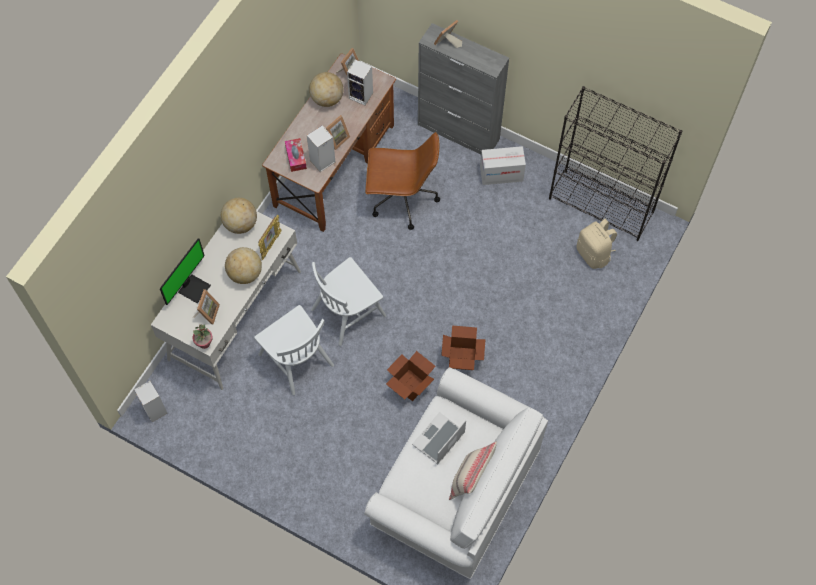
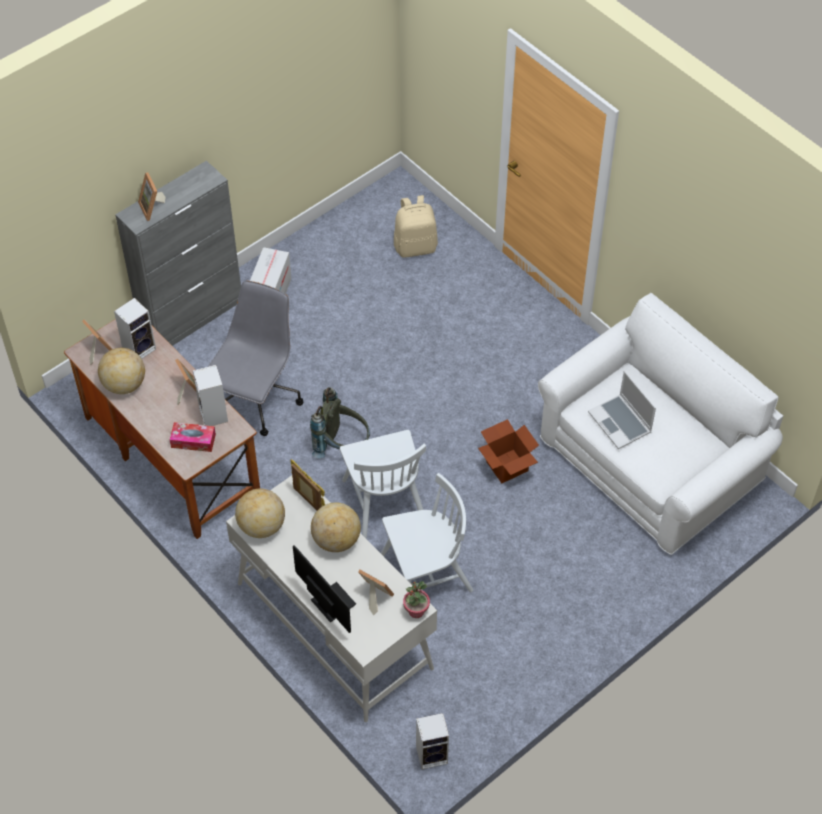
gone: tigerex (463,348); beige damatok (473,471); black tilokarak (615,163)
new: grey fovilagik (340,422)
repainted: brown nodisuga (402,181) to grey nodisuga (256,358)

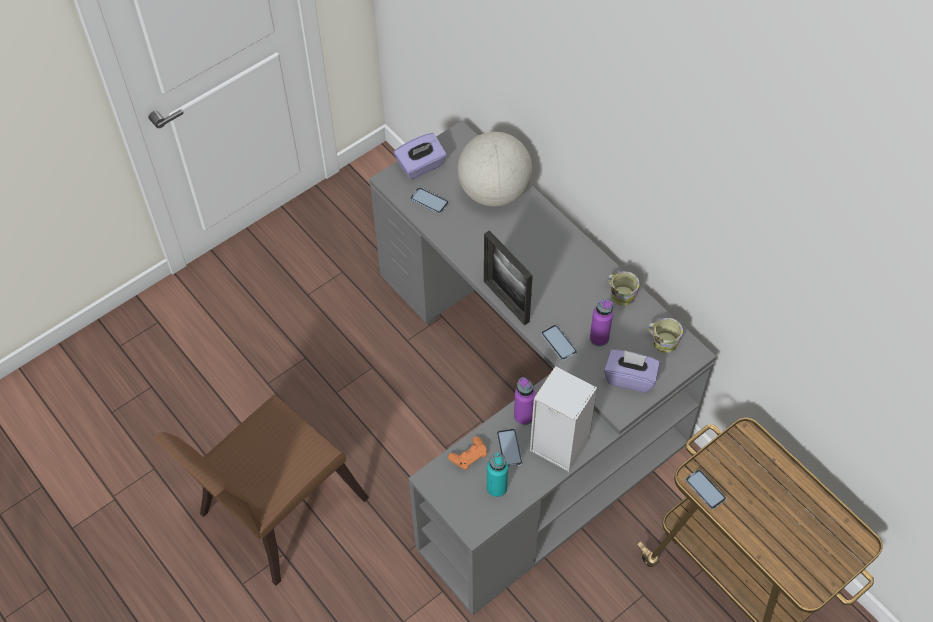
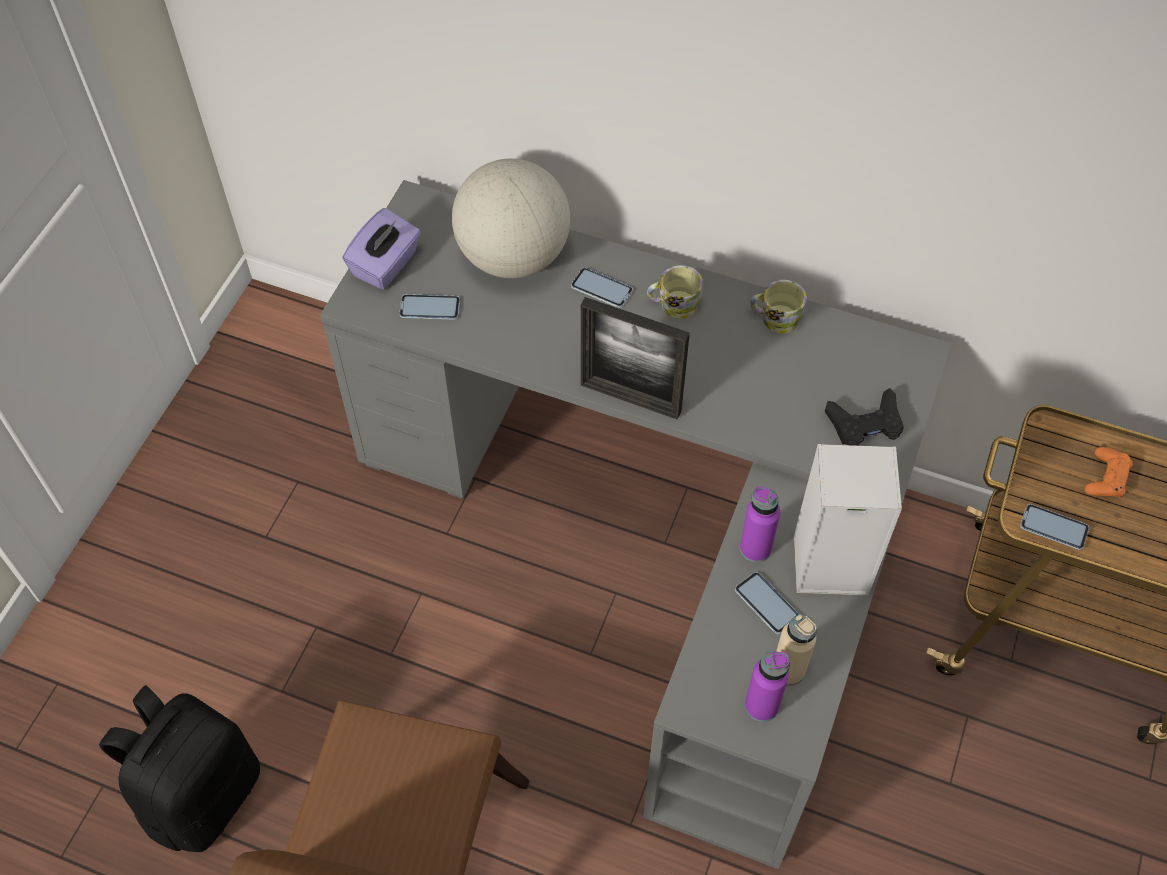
new: black fovilagik (179,768)
shifted: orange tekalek (467,453) to (1109,472); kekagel (559,343) to (602,288); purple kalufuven (601,323) to (767,686); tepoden (665,335) to (675,292)
swapped: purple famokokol (632,371) to black tekalek (864,417)
repainted: turquoise kalufuven (497,475) to beige kalufuven (796,650)

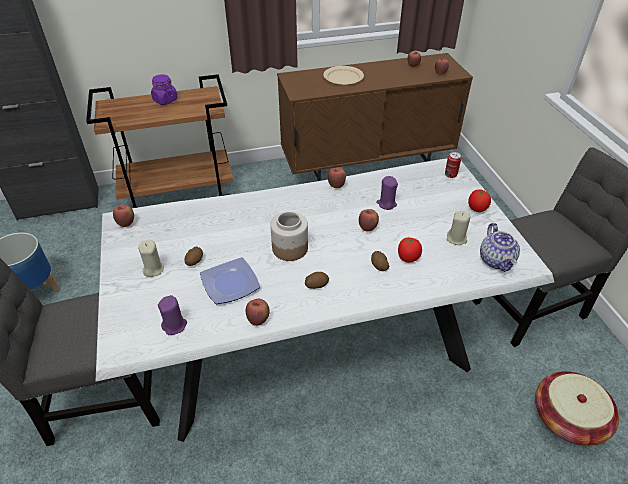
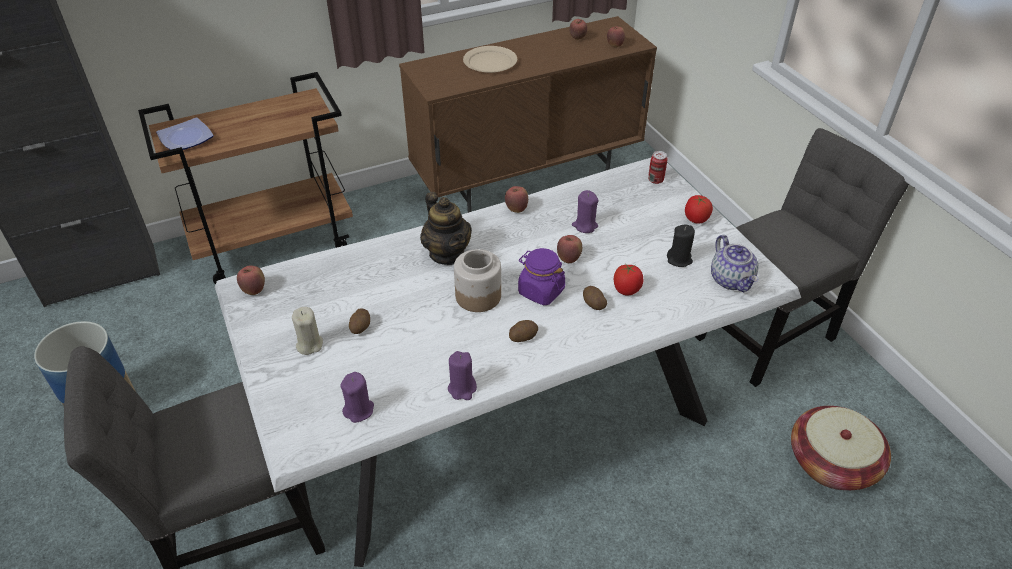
new: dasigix (446,228)
shifted: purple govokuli (164,89) to (541,277); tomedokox (230,280) to (185,134)
swapped: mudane (258,312) to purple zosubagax (462,375)
repainted: beige zosubagax (458,228) to black zosubagax (681,245)

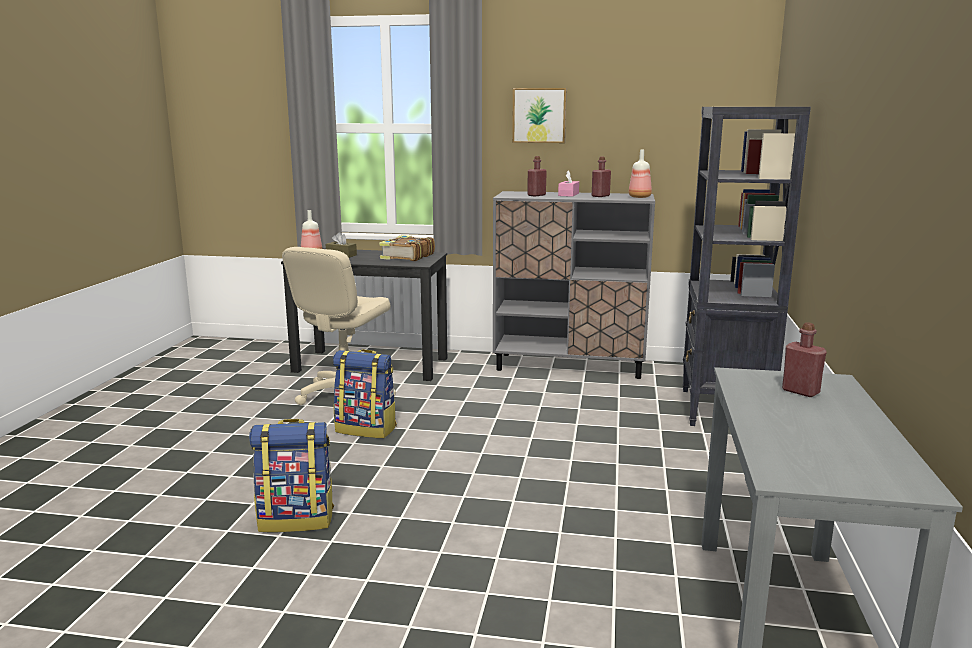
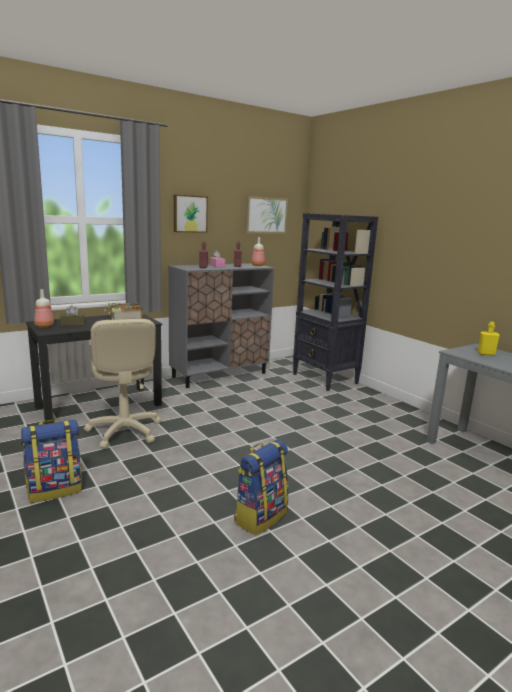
new: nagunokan (266,215)
shifted: fovilagik (365,393) to (51,461)
repainted: red kalufuven (804,359) to yellow kalufuven (489,339)

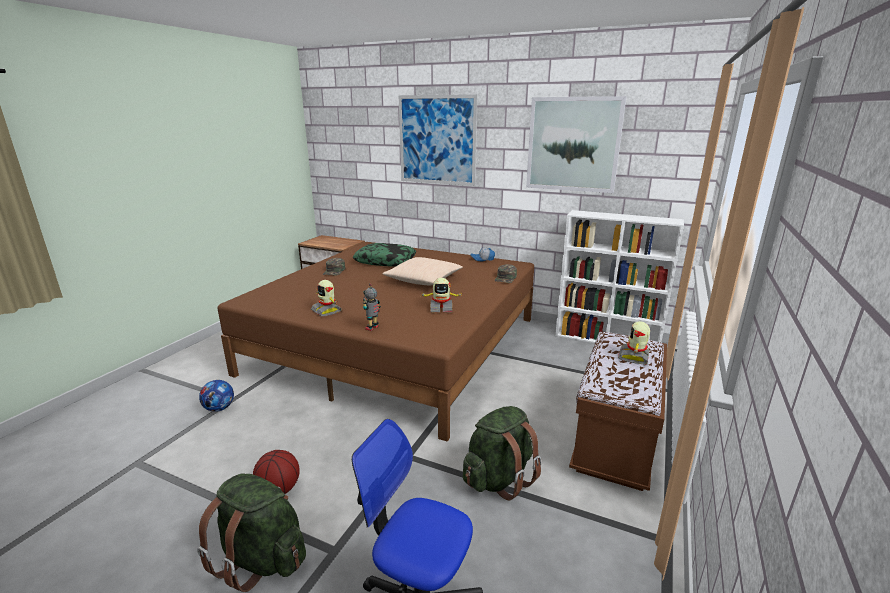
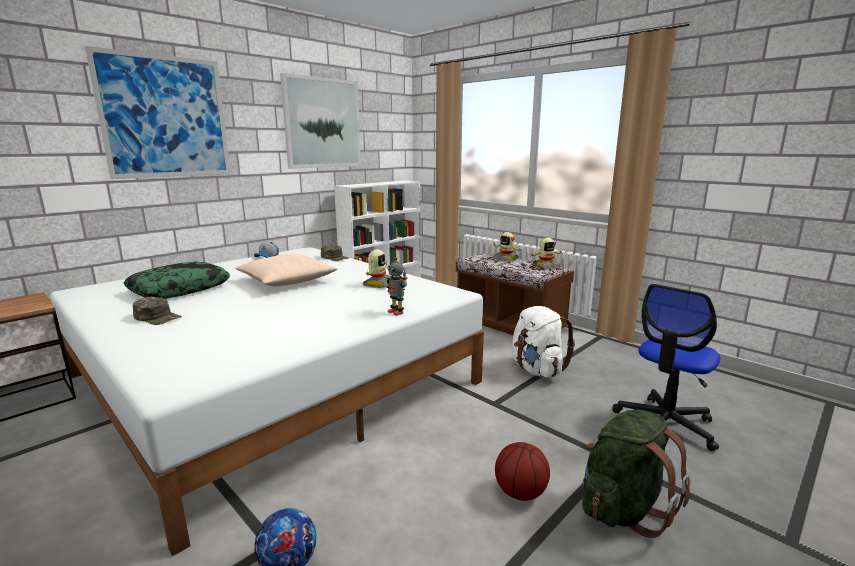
shifted: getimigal (326,298) to (547,253)
repainted: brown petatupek (376,342) to white petatupek (267,401); green fovilagik (502,453) to white fovilagik (543,342)

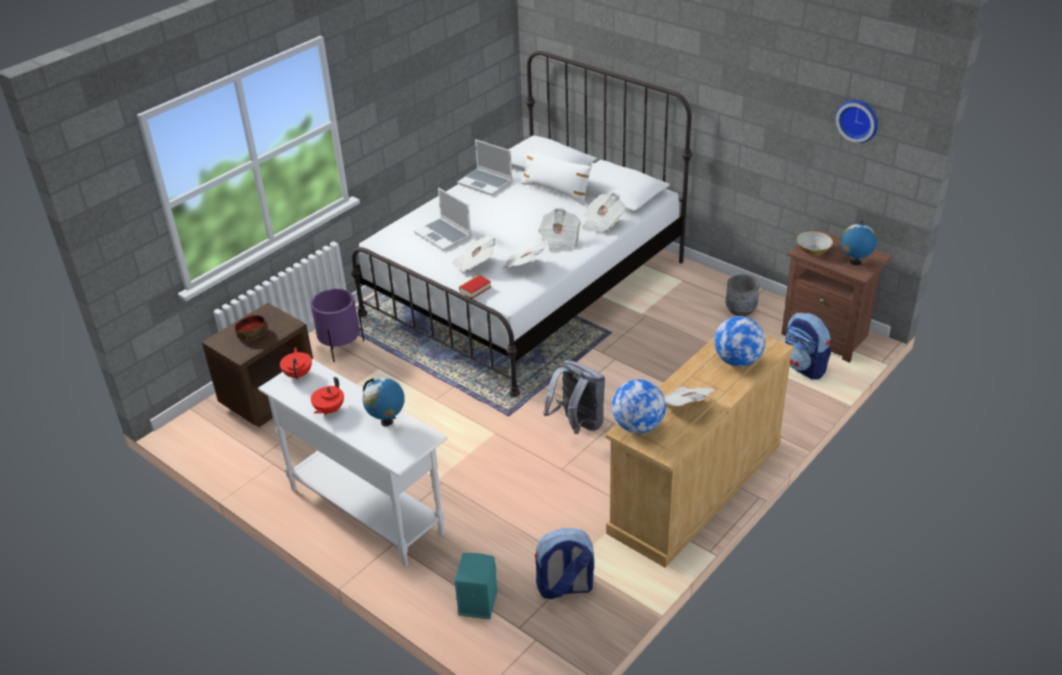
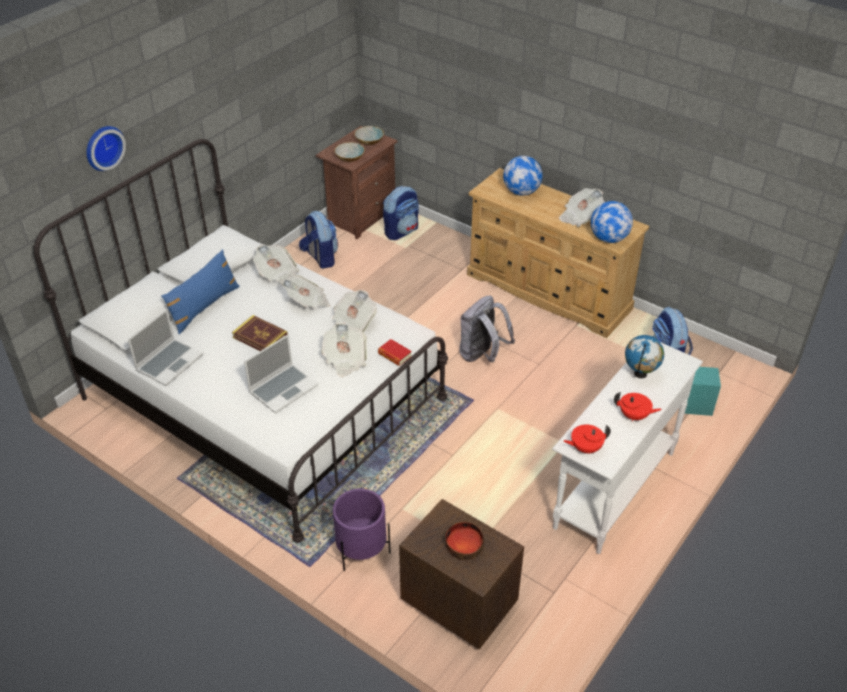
new: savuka (260,333)
shifted: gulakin (857,121) to (106,148)
swapped: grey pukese (743,296) to fovilagik (318,239); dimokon (859,243) to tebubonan (369,135)
repainted: white damatok (556,176) to blue damatok (200,291)

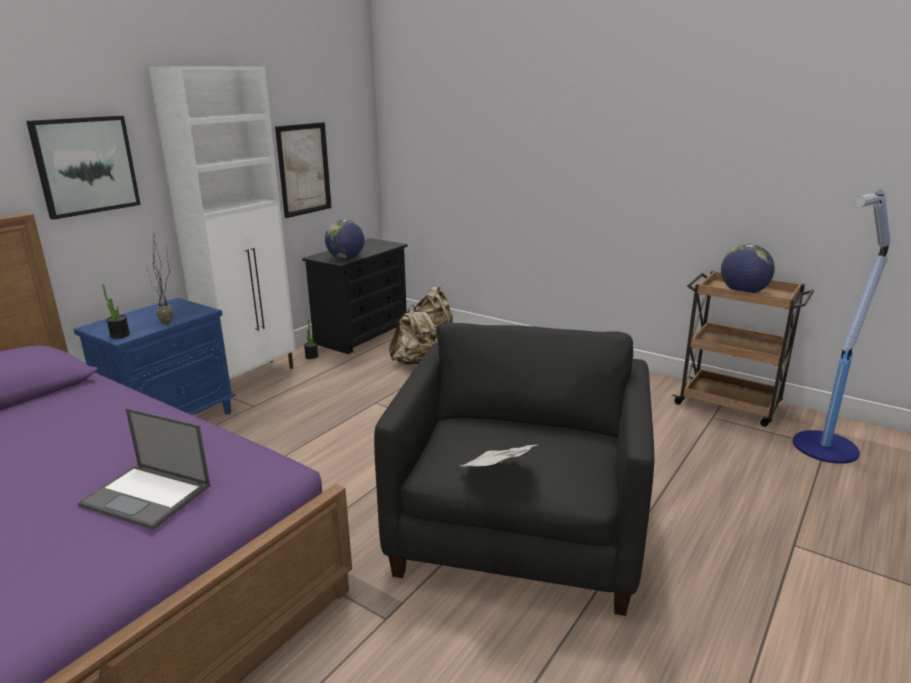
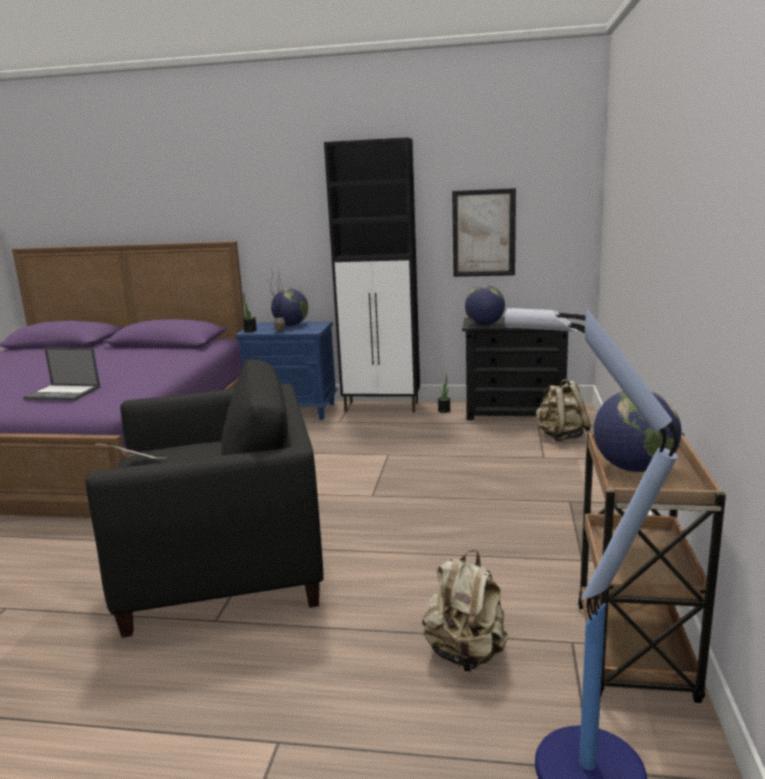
gone: nagunokan (83,168)
new: dimokon (289,307)
shifted: beige fovilagik (413,335) to (465,611)
repainted: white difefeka (222,222) to black difefeka (372,275)
rotated: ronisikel (144,469) = (61,374) 75 degrees counterclockwise

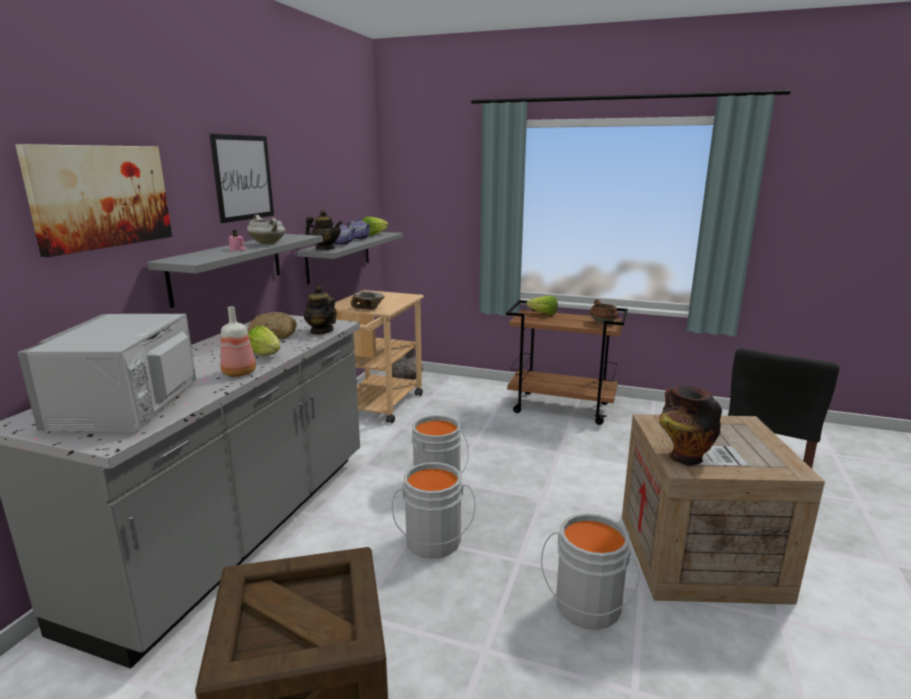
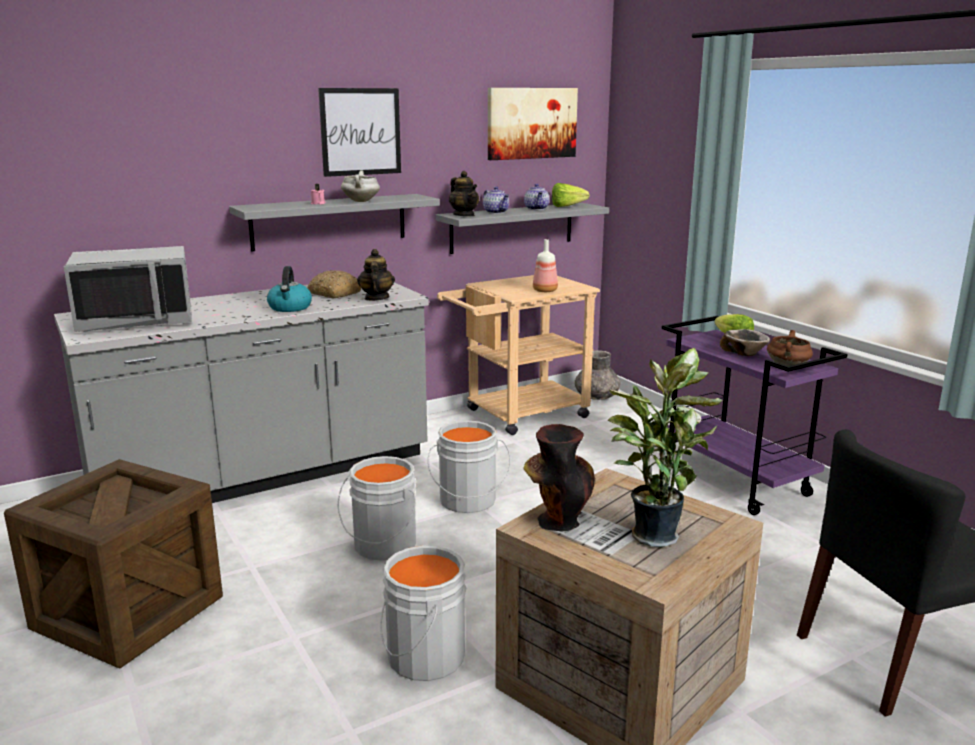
new: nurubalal (665,447)
shifted: nagunokan (93,200) to (533,124); kalufuven (238,341) to (545,265); tebubonan (368,300) to (745,342)
swapped: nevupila (264,341) to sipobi (289,289)
repainted: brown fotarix (567,362) to purple fotarix (755,415)
rotated: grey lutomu (106,372) = (128,289) 150 degrees counterclockwise

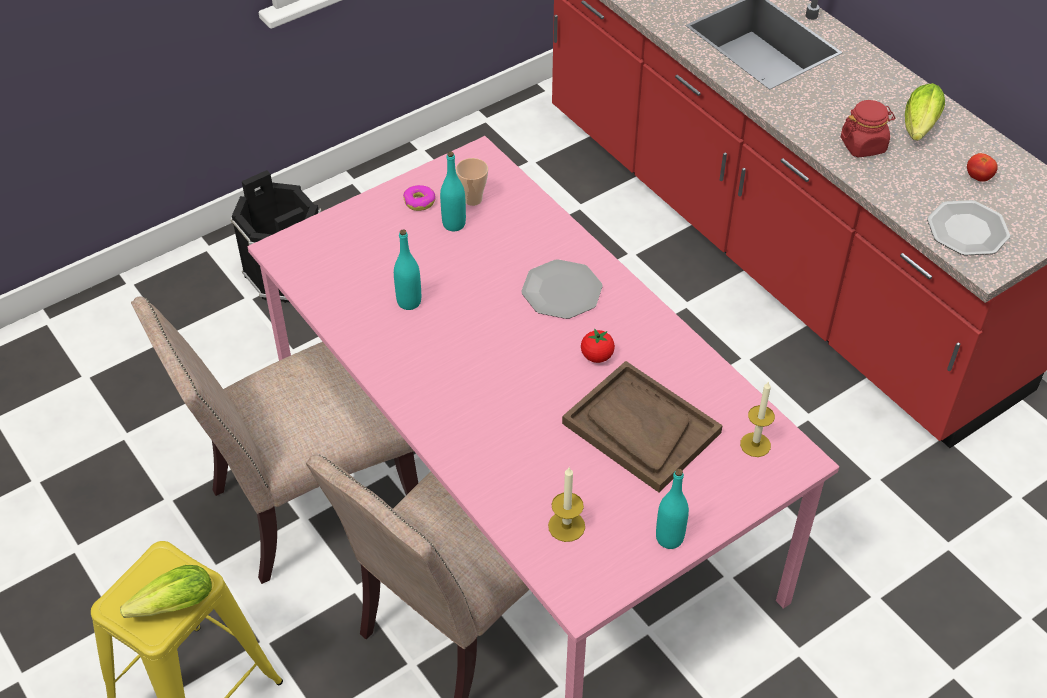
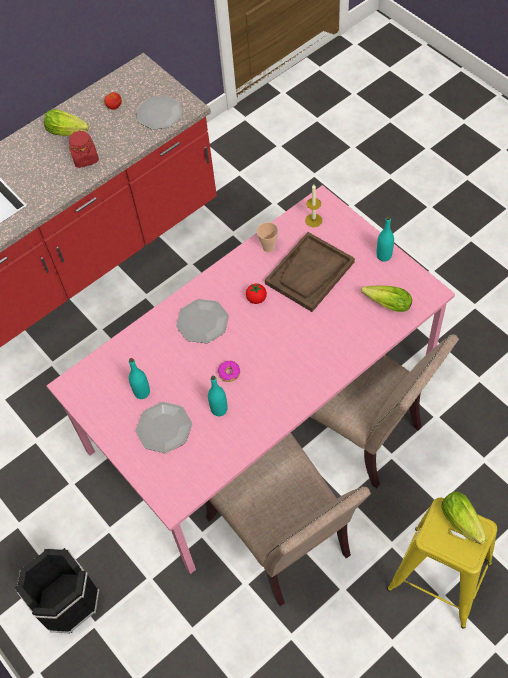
new: tomedokox (164,427)
shifted: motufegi (419,198) to (229,371); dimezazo (472,182) to (267,237)
swapped: zosubagax (566,504) to nevupila (386,298)

